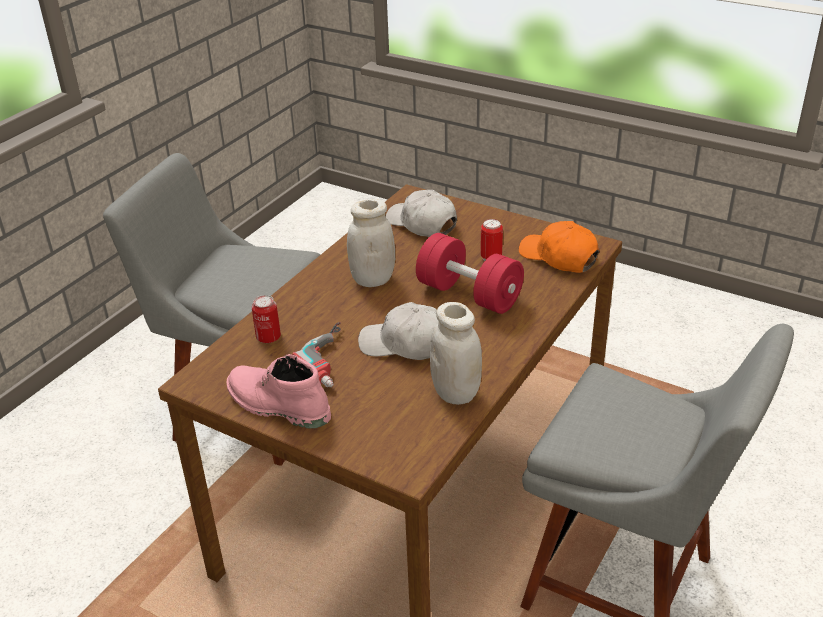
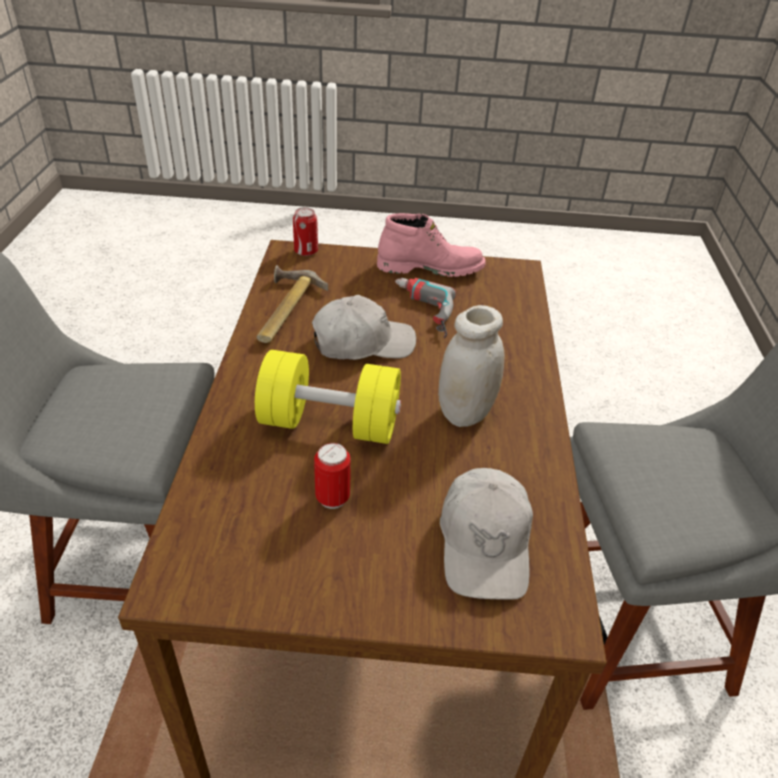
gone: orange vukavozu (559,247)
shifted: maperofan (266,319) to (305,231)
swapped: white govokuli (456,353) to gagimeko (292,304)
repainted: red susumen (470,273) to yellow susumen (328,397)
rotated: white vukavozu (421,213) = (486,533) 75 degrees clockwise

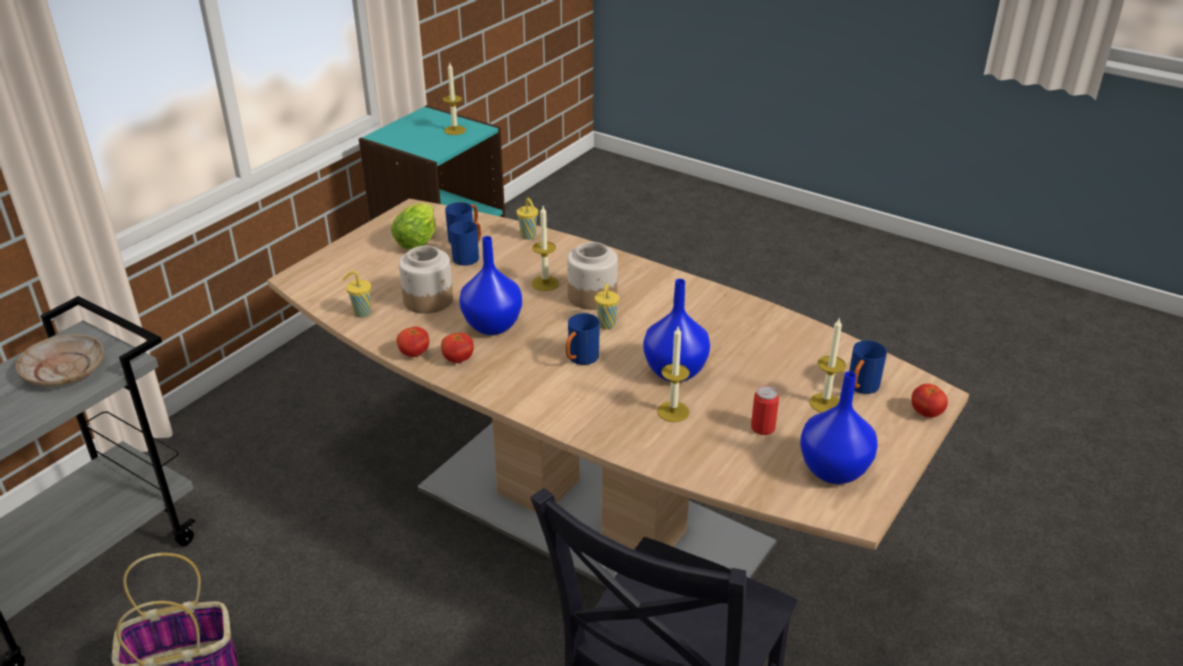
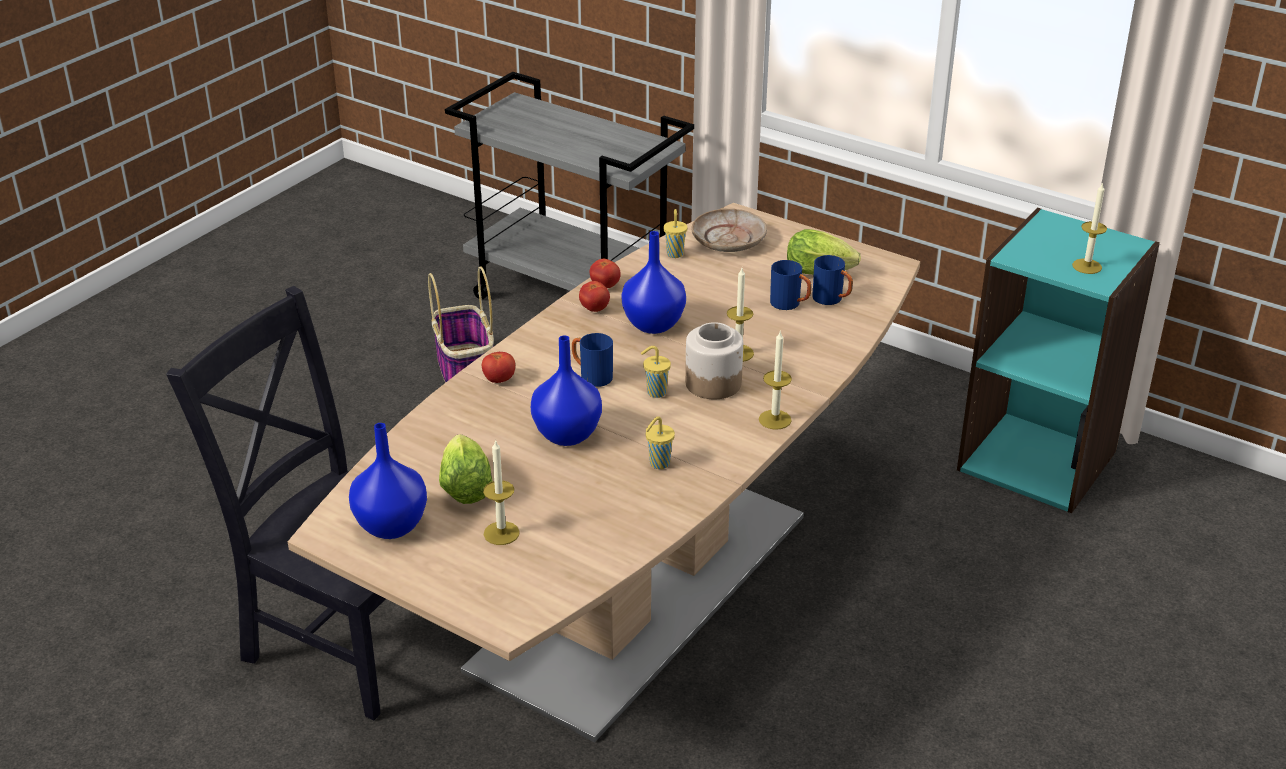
gone: govokuli (426,280); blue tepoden (868,367)
shifted: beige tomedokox (60,360) to (729,230); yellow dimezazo (527,219) to (660,442); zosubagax (673,374) to (775,381); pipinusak (929,401) to (498,367)
swapped: maperofan (765,410) to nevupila (466,469)

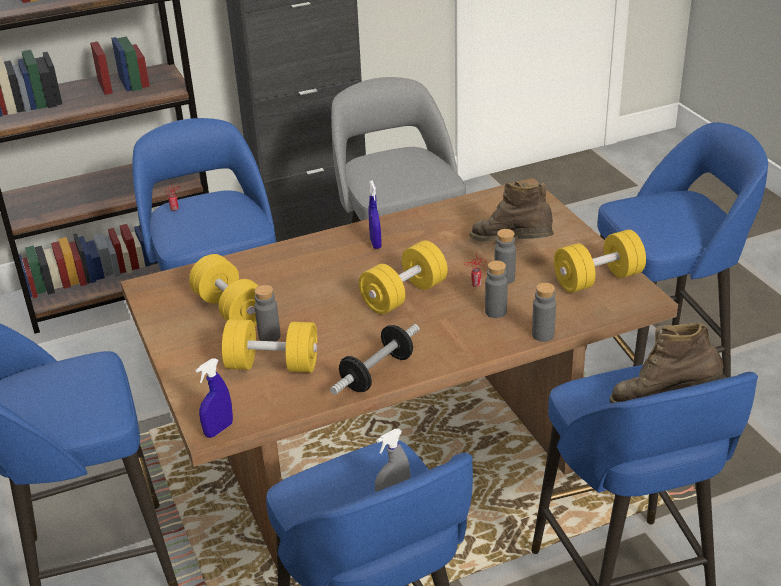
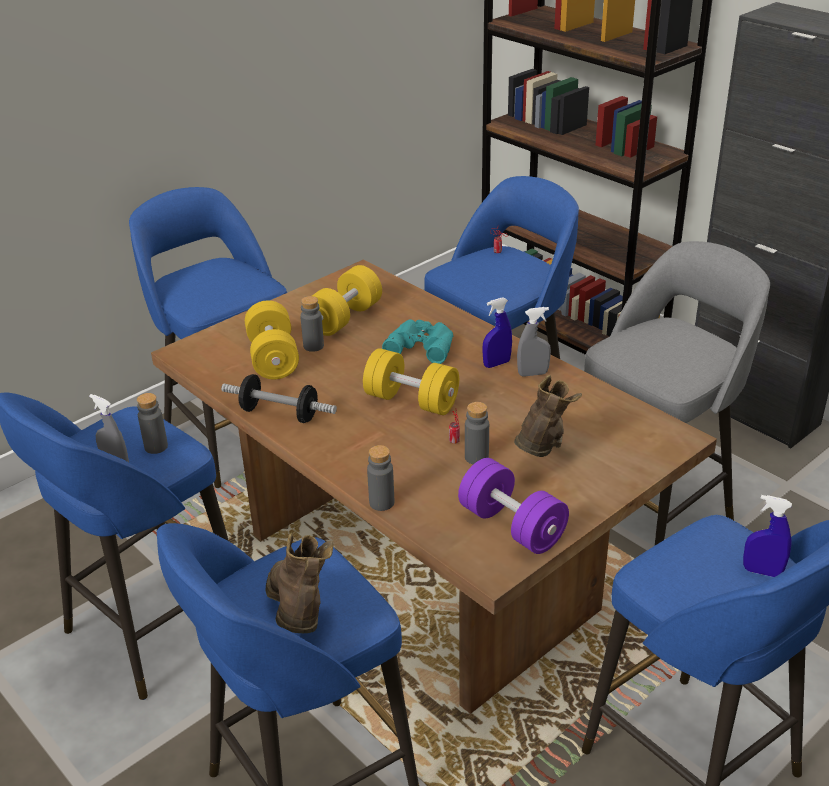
new: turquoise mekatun (417,341); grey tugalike (534,342)
shifted: blue tugalike (214,398) to (767,536); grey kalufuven (496,289) to (152,423)
repainted: yellow susumen (600,261) to purple susumen (513,506)

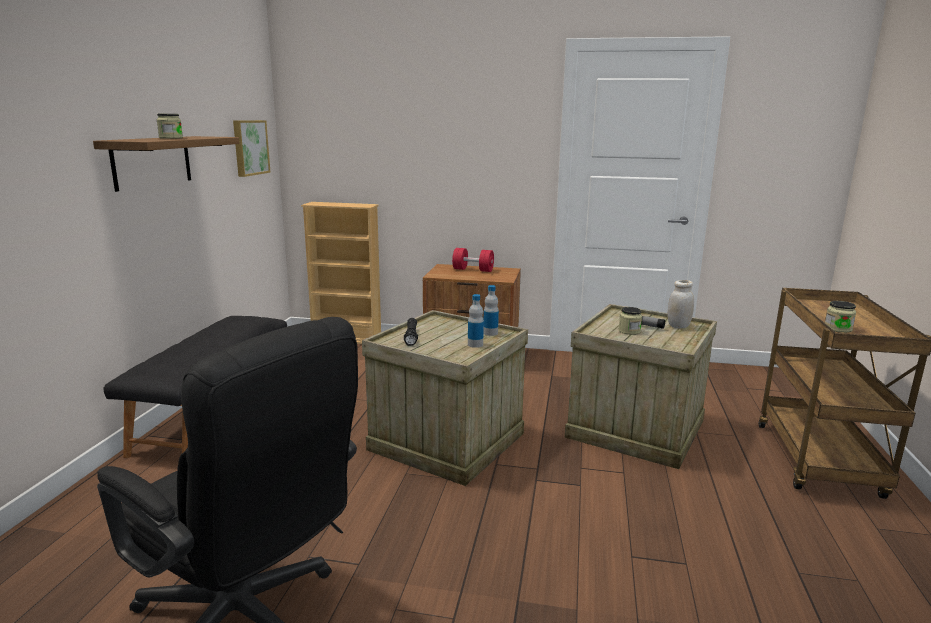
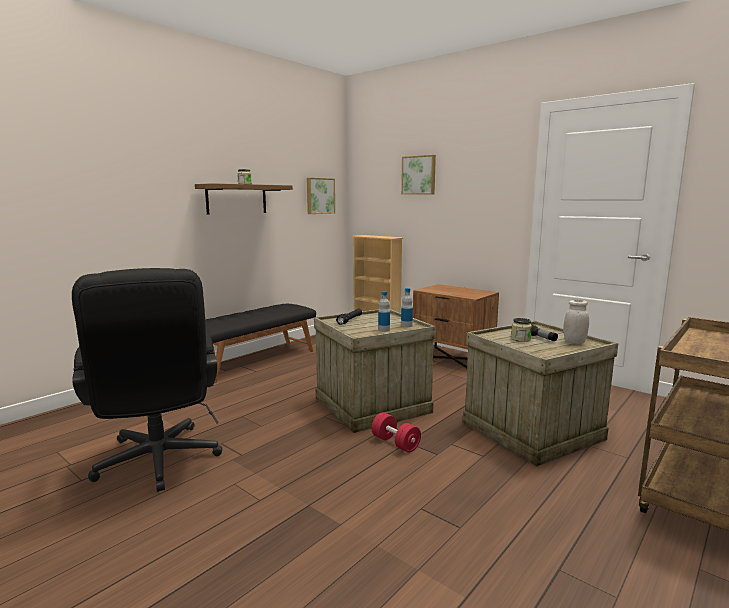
gone: govokuli (840,317)
new: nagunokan (418,175)
shifted: red susumen (473,260) to (396,432)

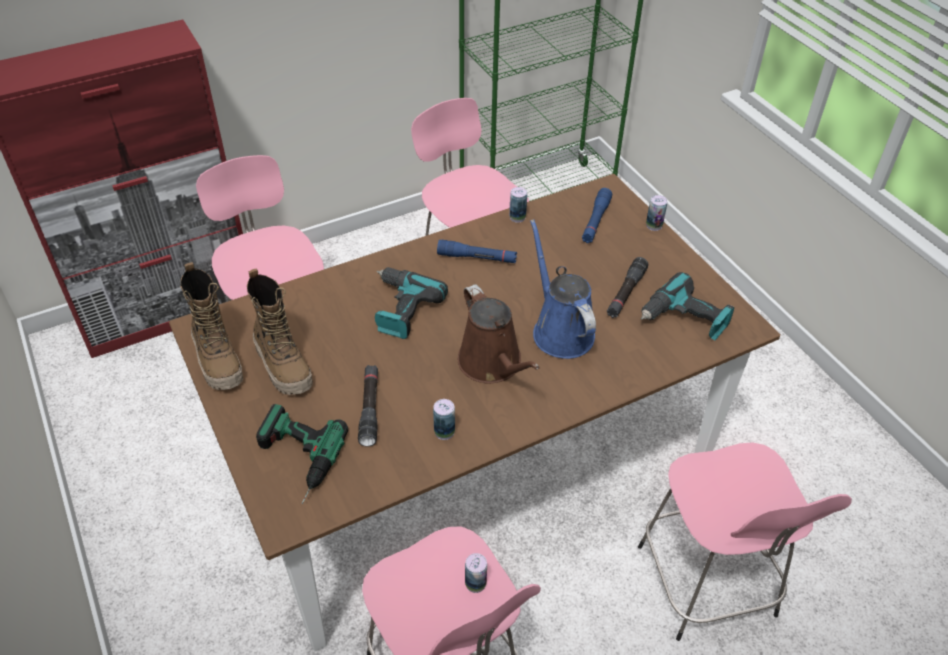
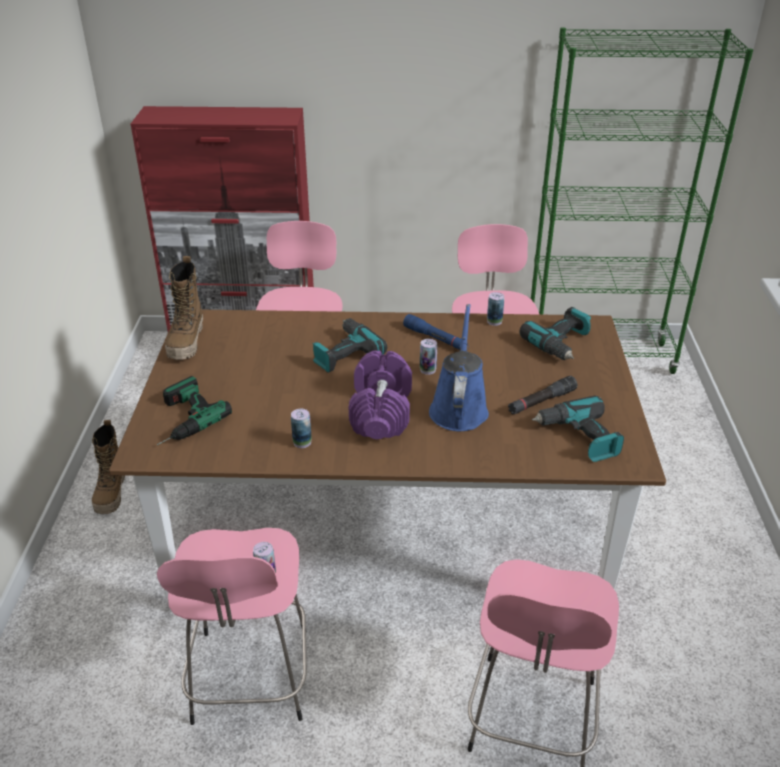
gone: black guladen (368,406)
shifted: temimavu (280,331) to (108,467); maperofan (656,213) to (428,357)
swapped: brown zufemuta (499,333) to purple susumen (380,395); blue guladen (597,215) to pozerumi (555,333)

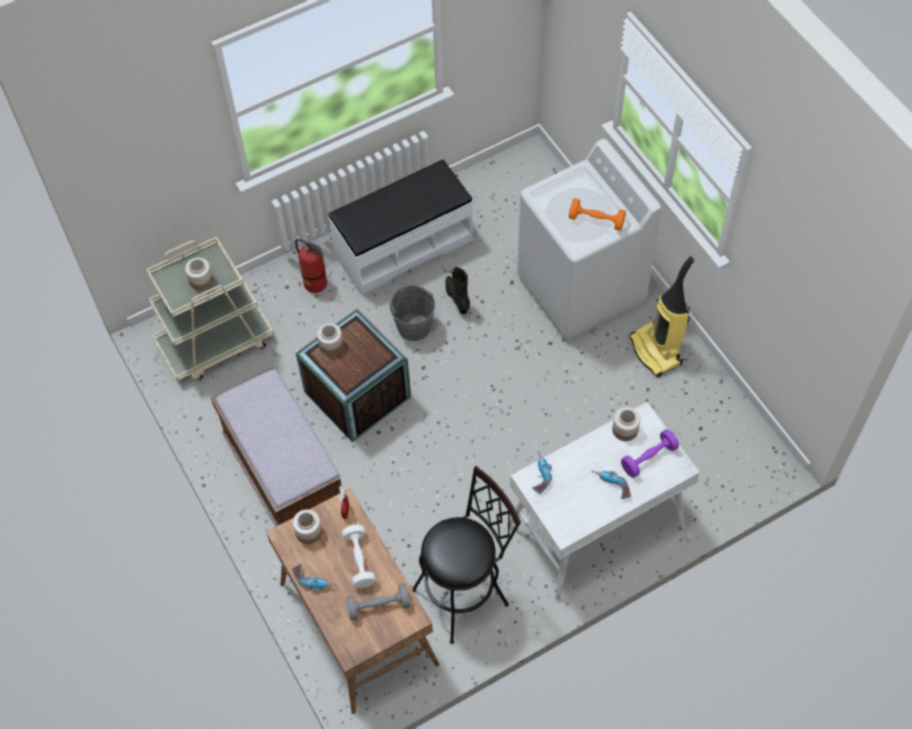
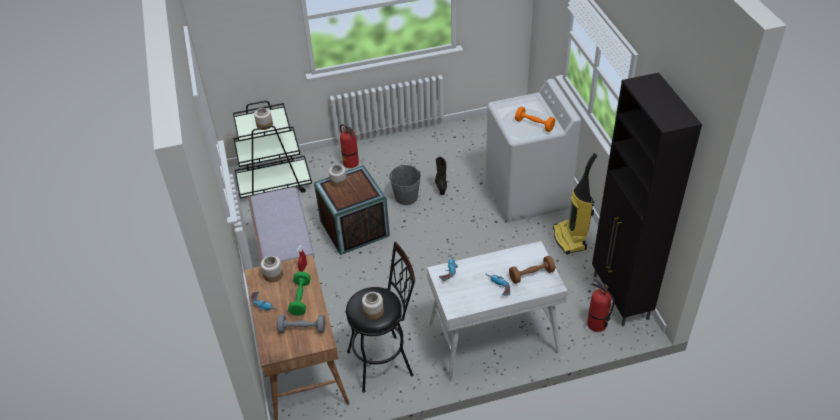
gone: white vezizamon (400,227)
new: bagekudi (600,305); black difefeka (647,199)
shifted: govokuli (626,424) to (373,306)
repainted: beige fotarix (210,309) to black fotarix (272,150); white susumen (359,556) to green susumen (299,293); purple susumen (650,453) to brown susumen (532,270)

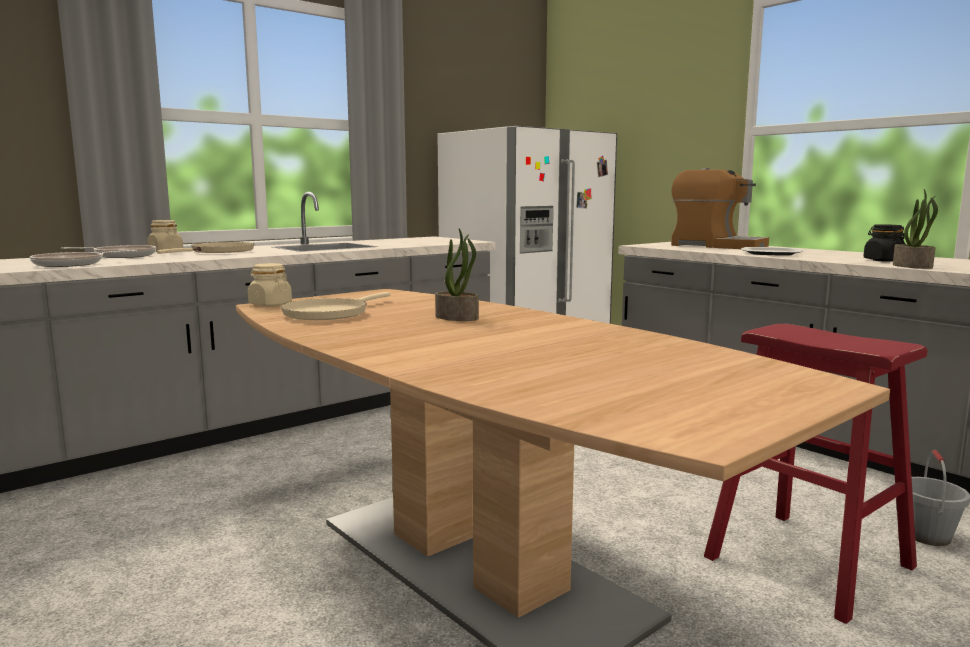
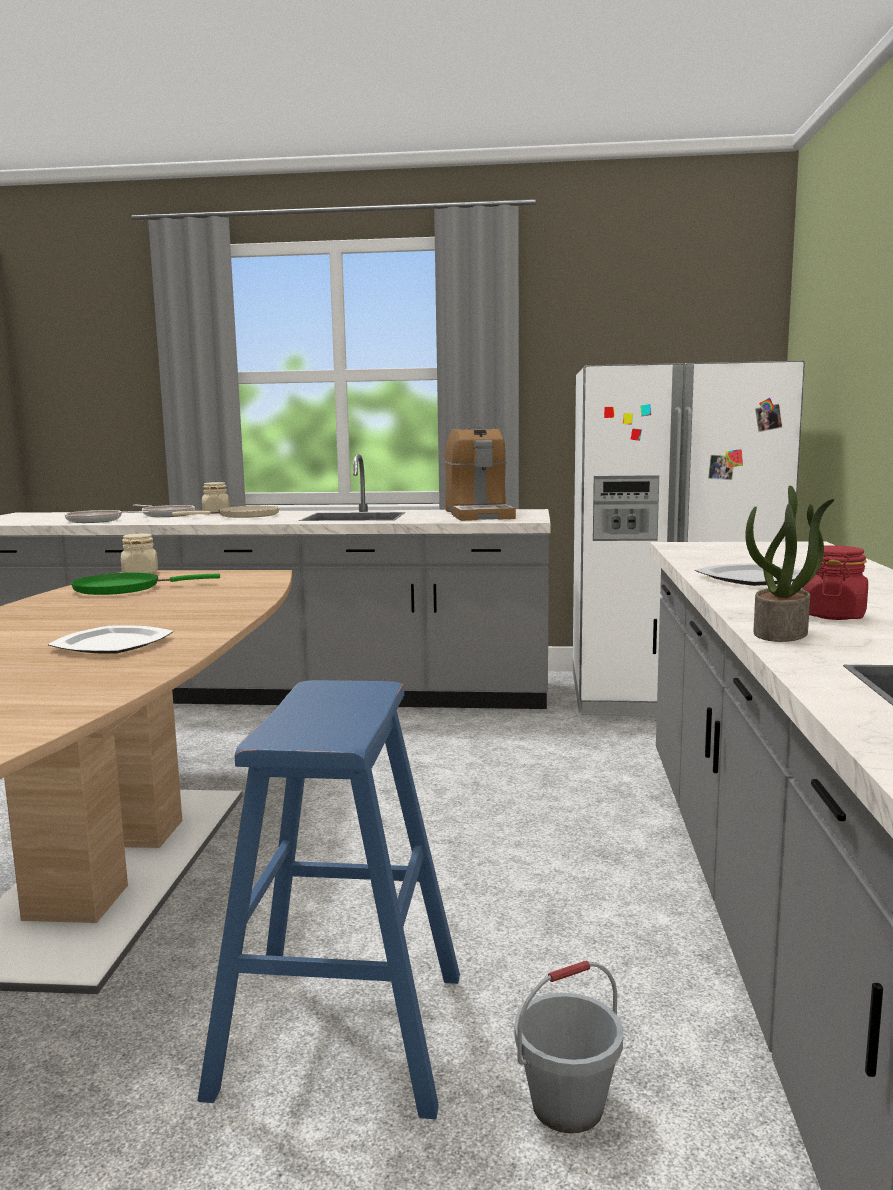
gone: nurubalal (457,274)
new: tomedokox (110,639)
shifted: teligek (720,208) to (480,474)
repainted: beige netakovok (335,306) to green netakovok (145,583); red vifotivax (815,474) to blue vifotivax (328,899); black govokuli (884,243) to red govokuli (835,582)

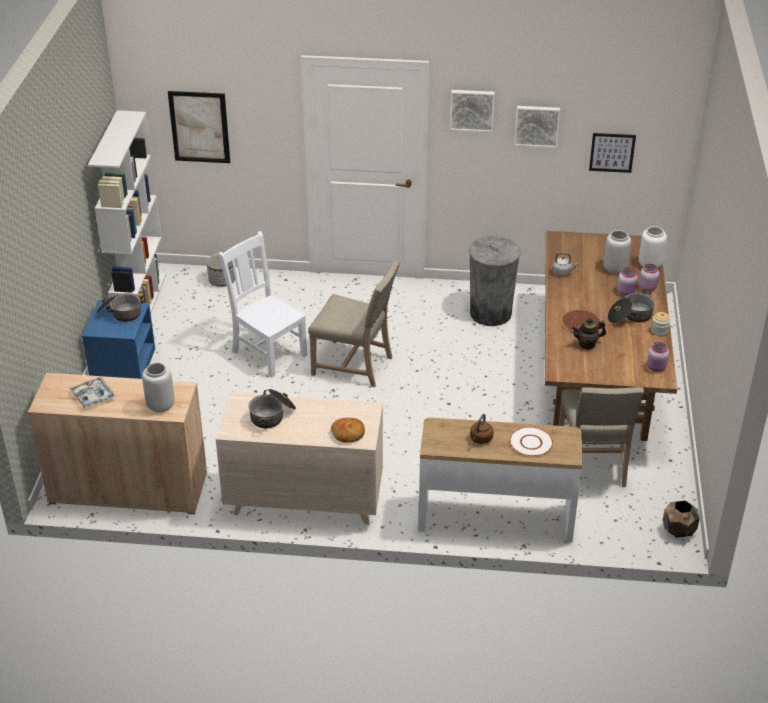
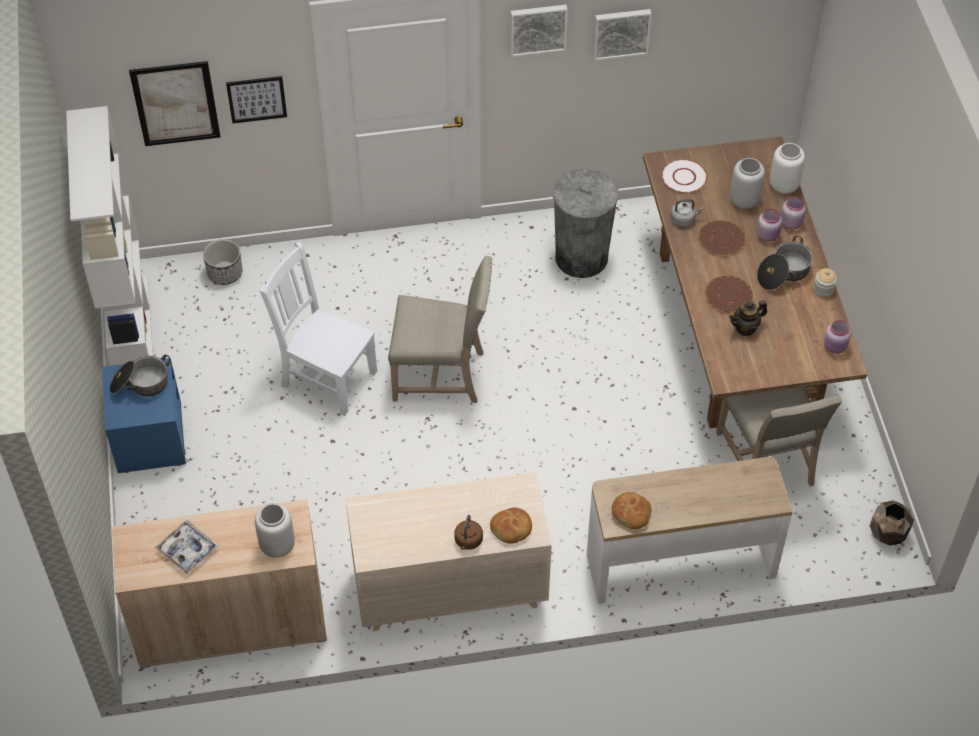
gone: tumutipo (272,408)
new: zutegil (631,510); brown tomedokox (722,238)
shifted: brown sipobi (482,429) to (469,532); white tomedokox (531,441) to (684,176); nagunokan (612,153) to (256,100)

